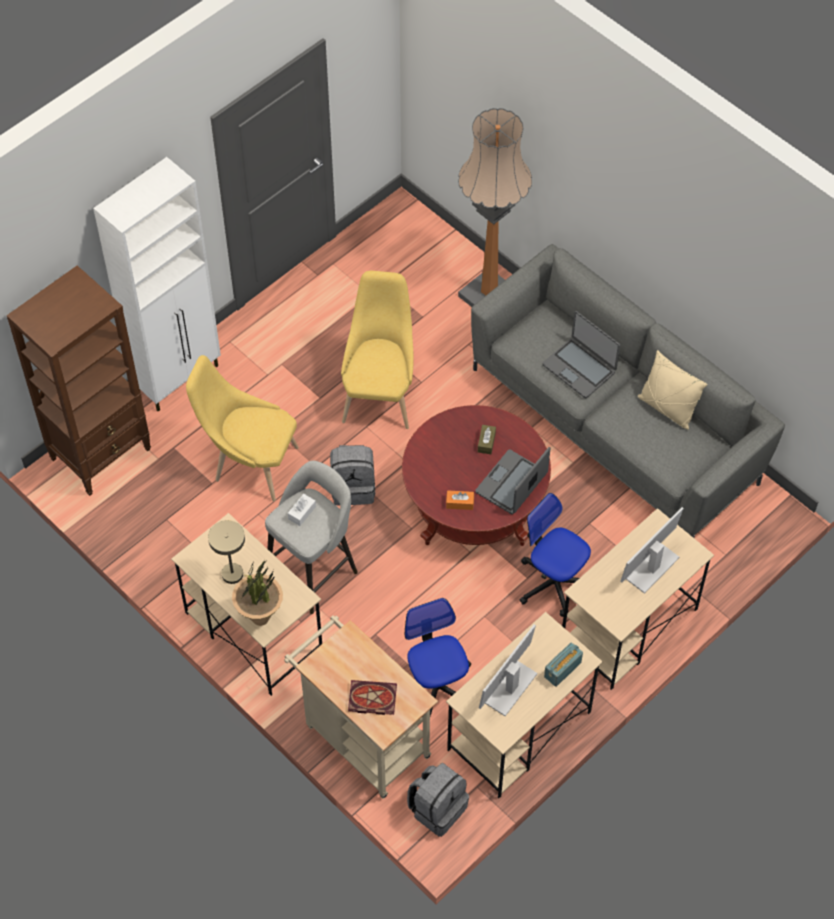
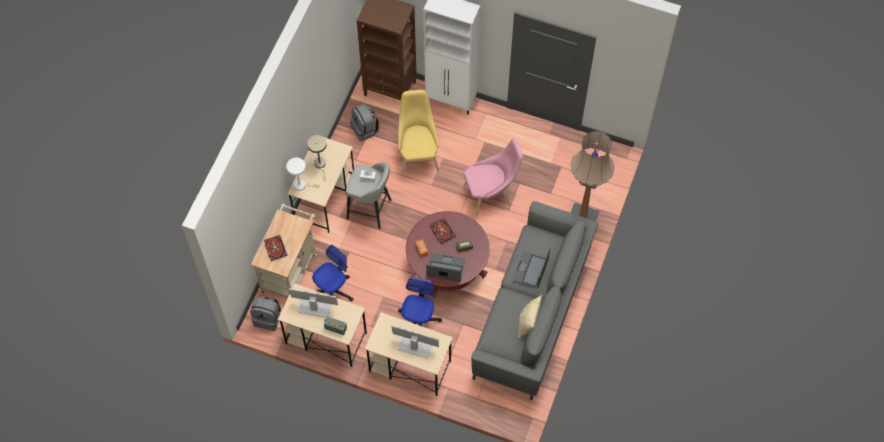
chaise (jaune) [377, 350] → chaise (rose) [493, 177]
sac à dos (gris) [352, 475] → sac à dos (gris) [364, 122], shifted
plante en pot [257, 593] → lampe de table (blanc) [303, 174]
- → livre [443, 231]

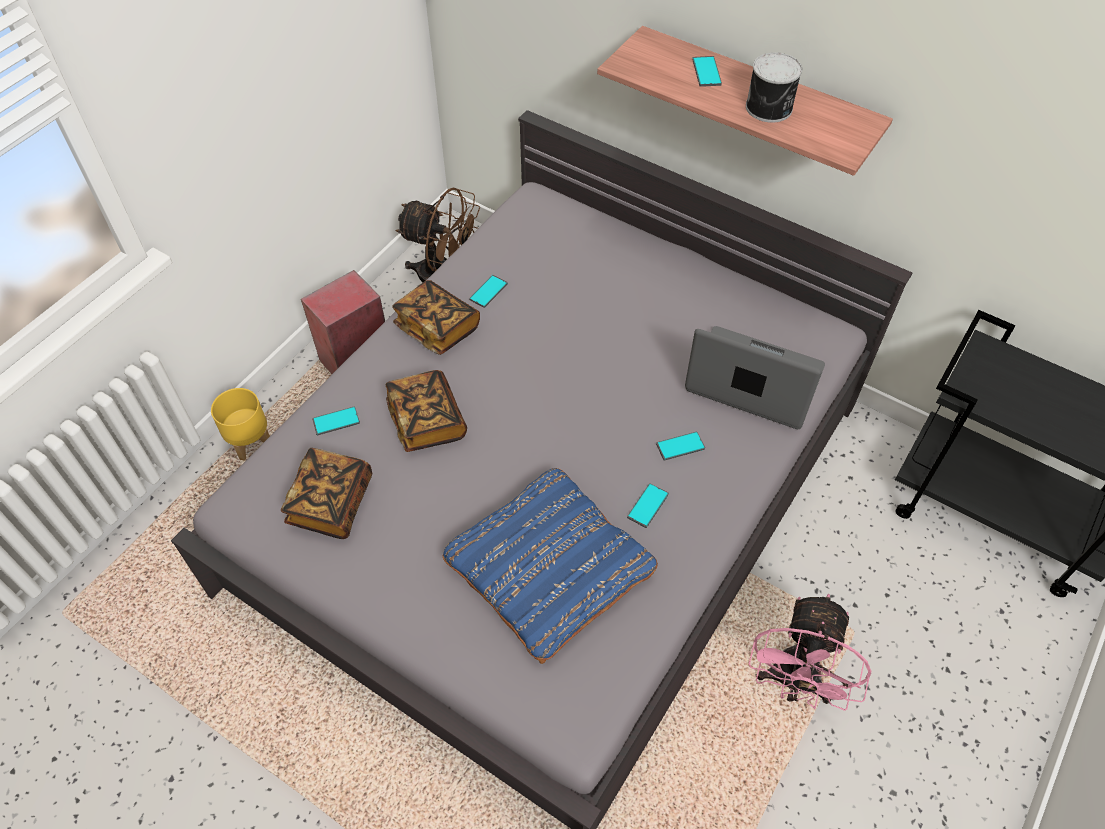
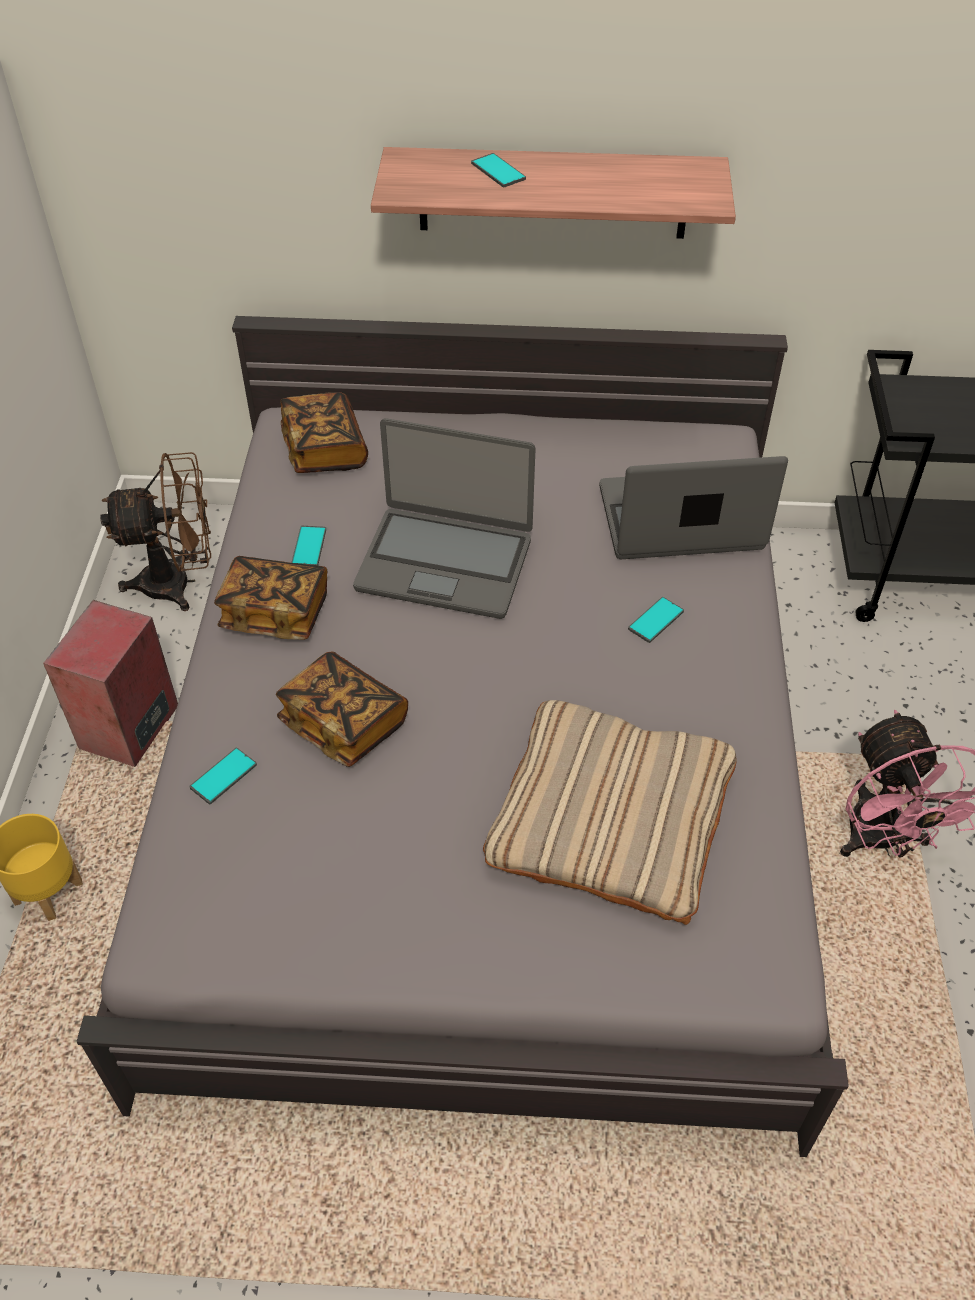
boîte métallique [774, 87] → -
livre [326, 493] → livre [324, 432], shifted
coussin (bleu) [550, 566] → coussin (beige) [610, 812]
téléphone [648, 505] → -
- → ordinateur portable [444, 518]

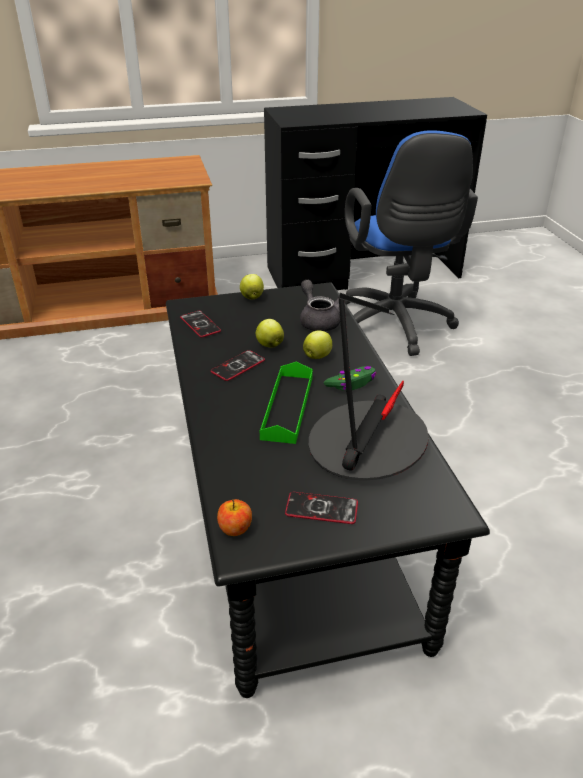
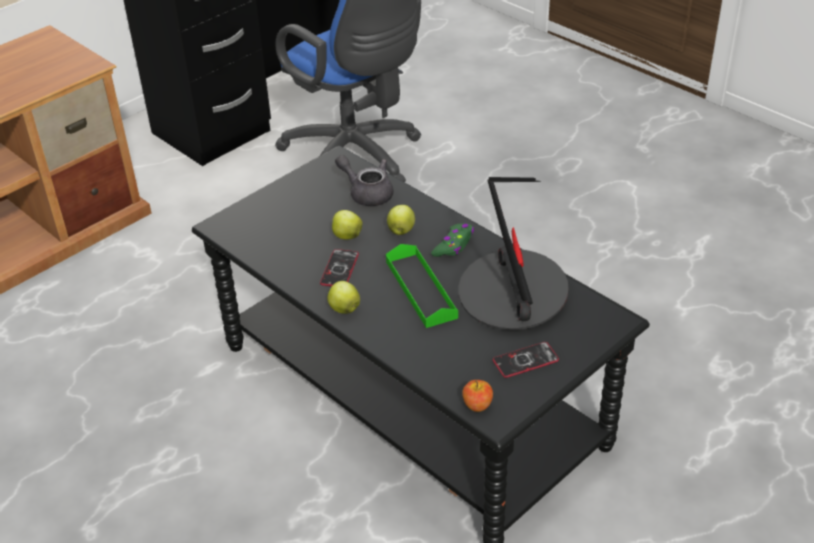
pomme [252, 287] → pomme [343, 297], shifted
téléphone [200, 324] → -

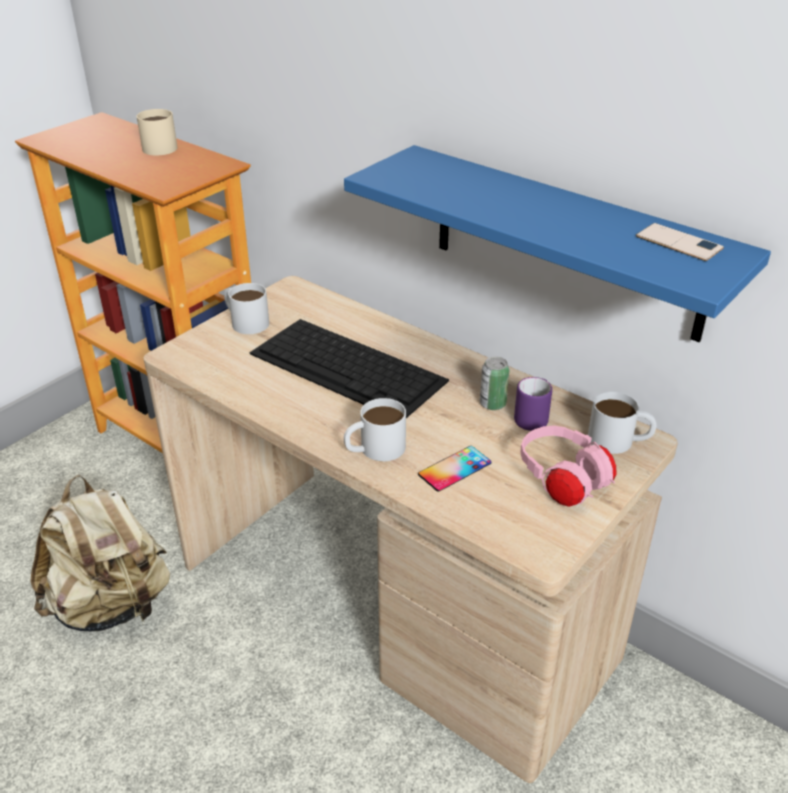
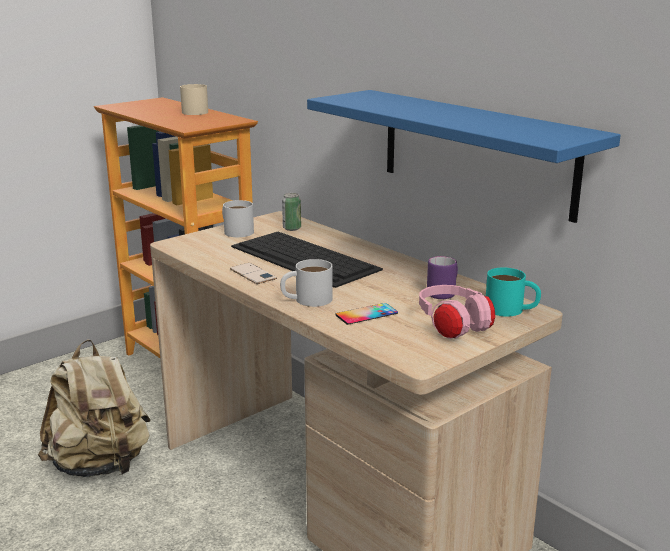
téléphone [680, 242] → téléphone [253, 273], shifted
boîte métallique [494, 383] → boîte métallique [291, 212], shifted
mug (blanc) [622, 422] → mug (turquoise) [513, 292]

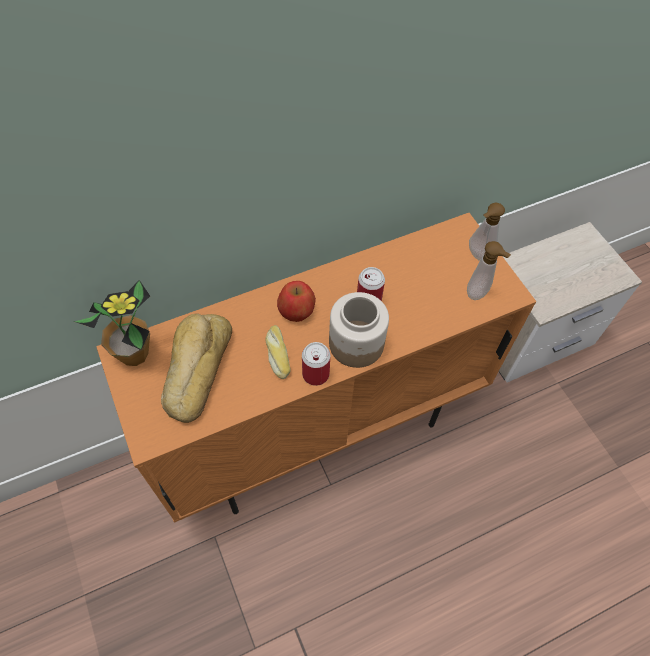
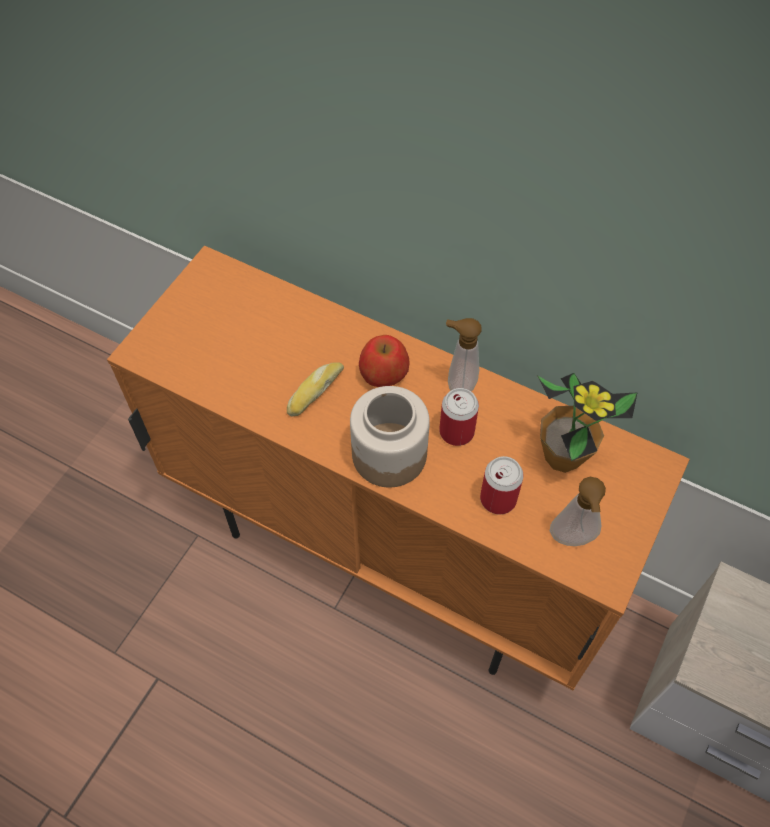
distributeur de savon [487, 232] → distributeur de savon [463, 355], shifted
plante en pot [112, 323] → plante en pot [587, 423], shifted
pain [196, 368] → -
boîte métallique [316, 364] → boîte métallique [502, 485], shifted

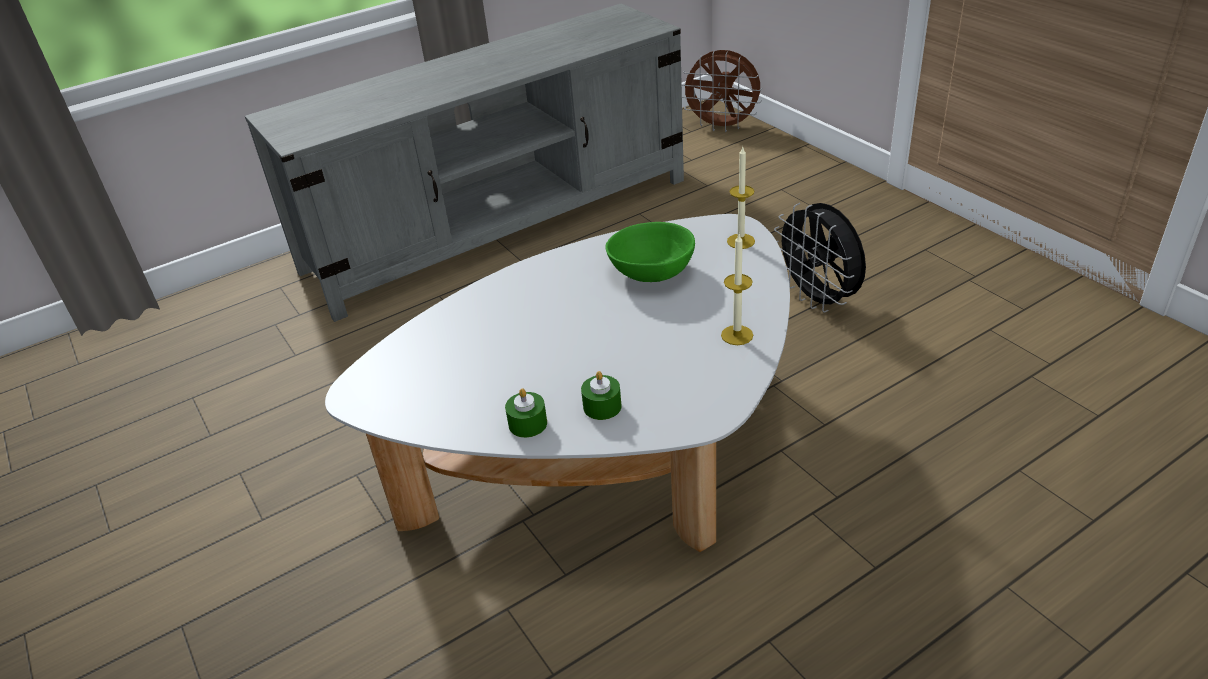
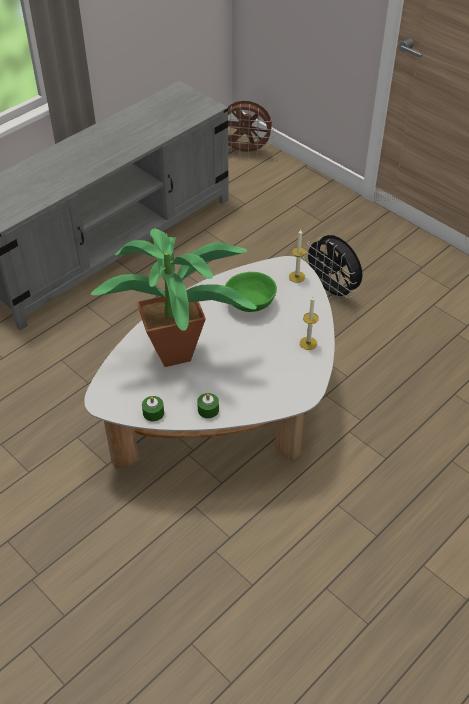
bougie (vert) [601, 395] → bougie (vert) [153, 409], shifted
- → plante en pot [174, 298]

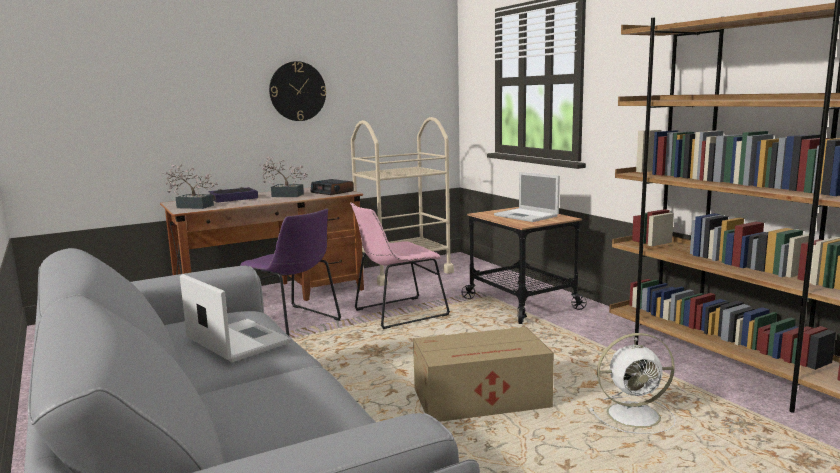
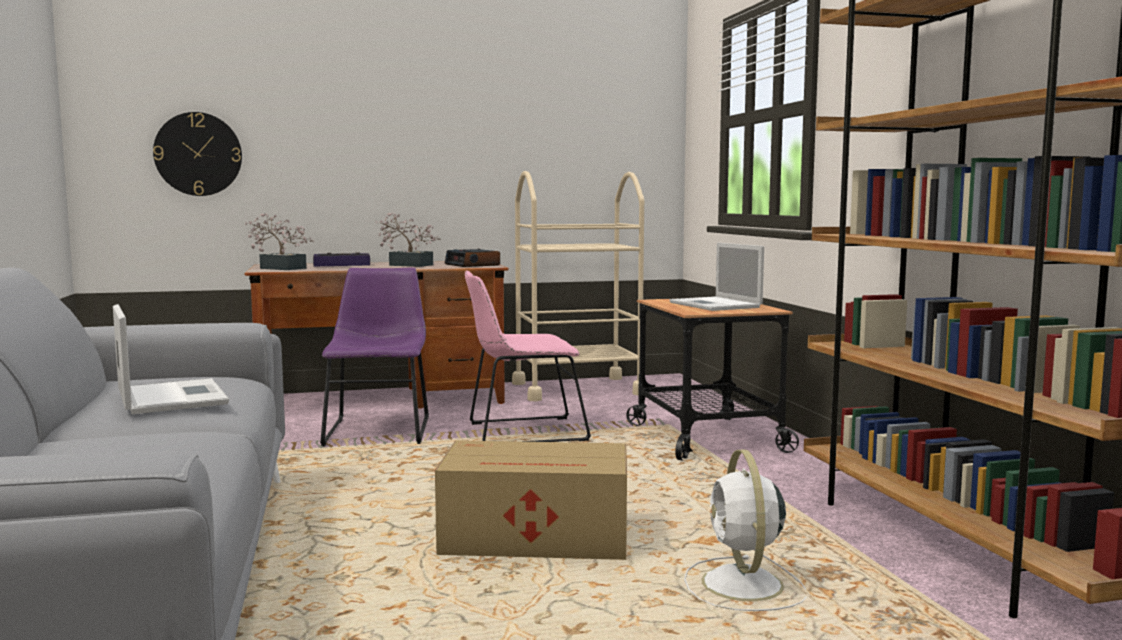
horloge murale [297, 91] → horloge murale [197, 154], shifted
chaise (violet) [290, 272] → chaise (violet) [374, 357], 150 degrees counterclockwise
ventilateur (blanc) [632, 383] → ventilateur (blanc) [745, 530], 75 degrees clockwise

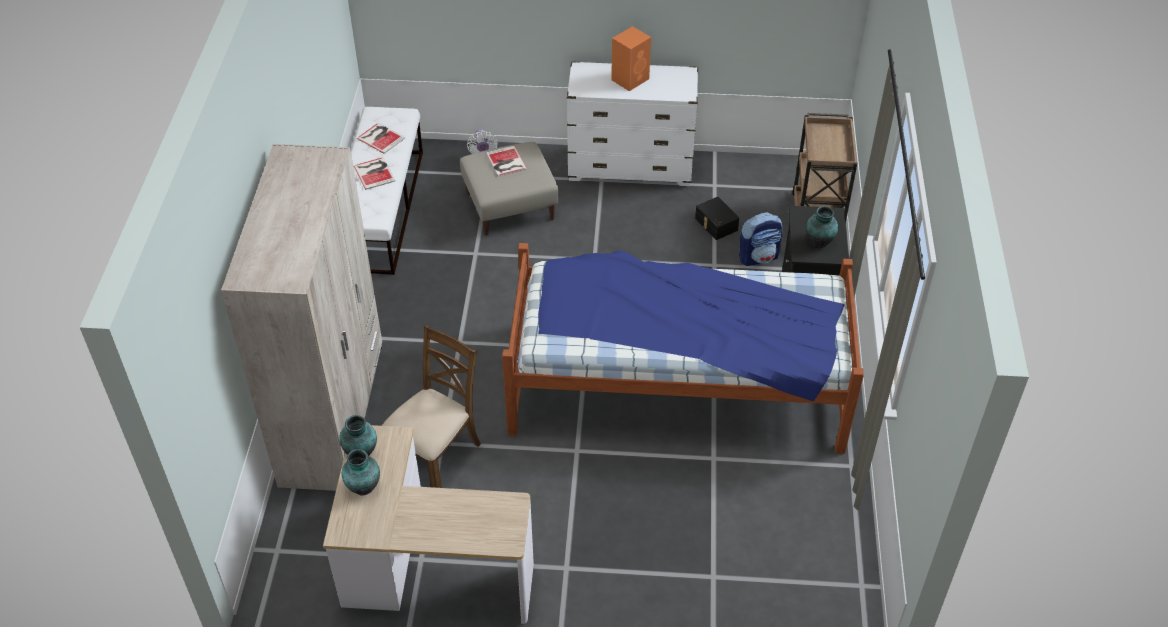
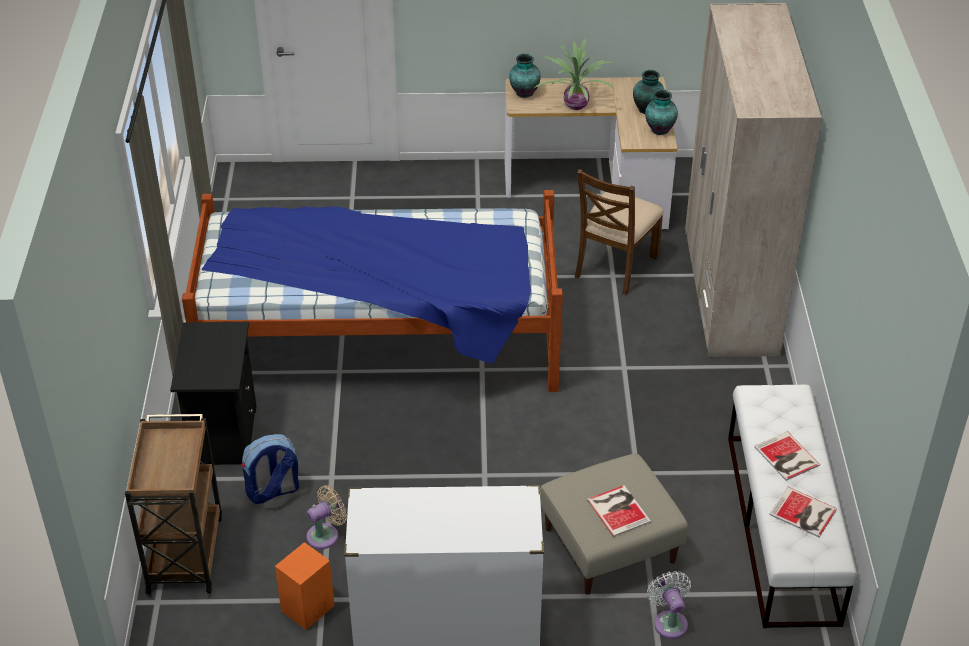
enceinte (orange) [631, 58] → enceinte (orange) [305, 586], shifted
boîte de rangement (noir) [717, 218] → ventilateur (beige) [326, 517]
vase [822, 227] → vase [525, 76], shifted
- → plante en pot [573, 74]

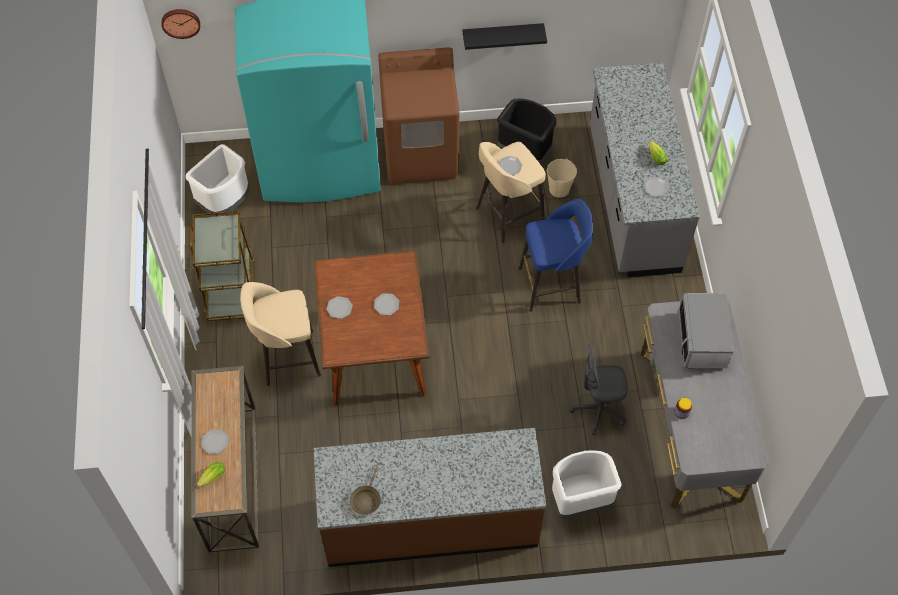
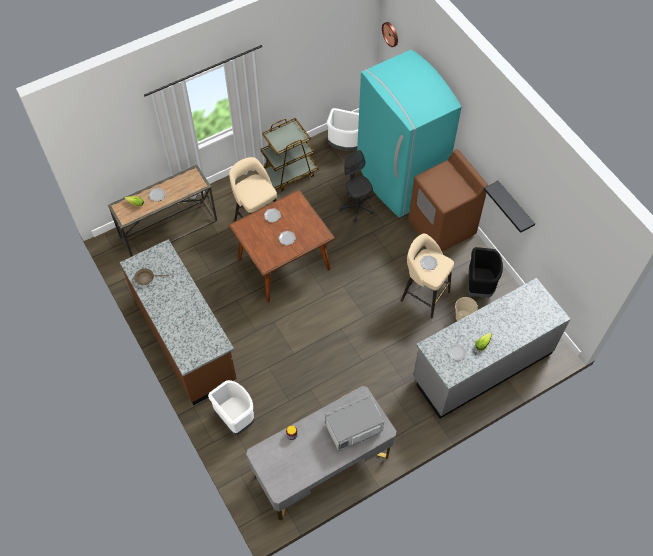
tabouret (bleu) [556, 255] → -
chaise de bureau (gris) [598, 390] → chaise de bureau (gris) [356, 186], shifted

